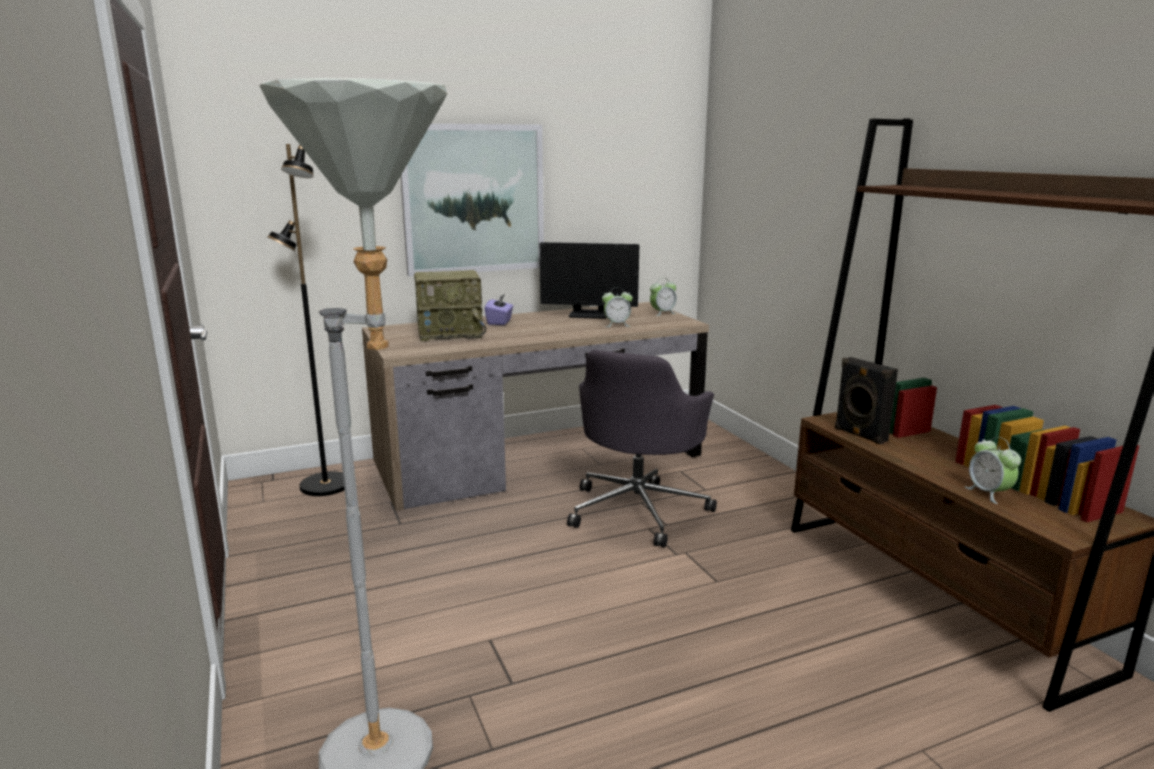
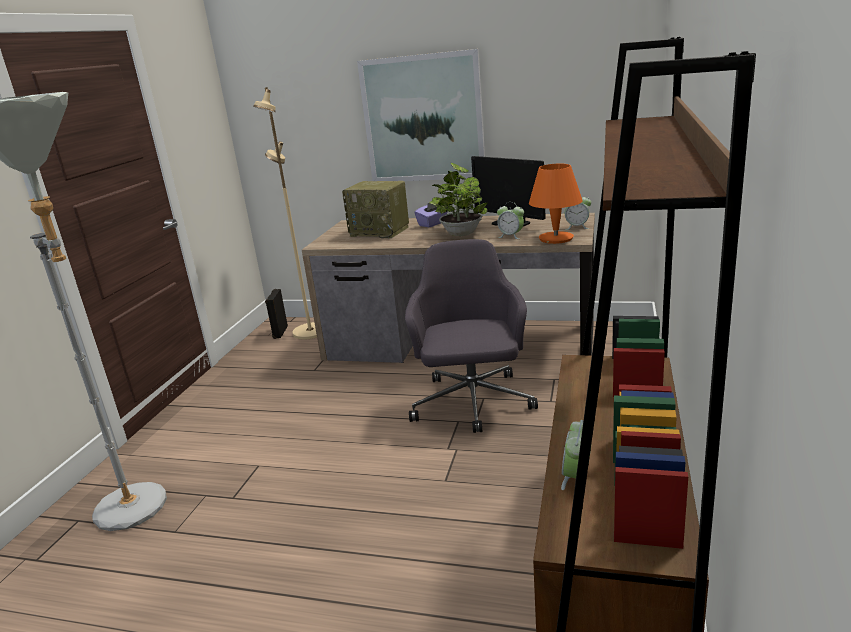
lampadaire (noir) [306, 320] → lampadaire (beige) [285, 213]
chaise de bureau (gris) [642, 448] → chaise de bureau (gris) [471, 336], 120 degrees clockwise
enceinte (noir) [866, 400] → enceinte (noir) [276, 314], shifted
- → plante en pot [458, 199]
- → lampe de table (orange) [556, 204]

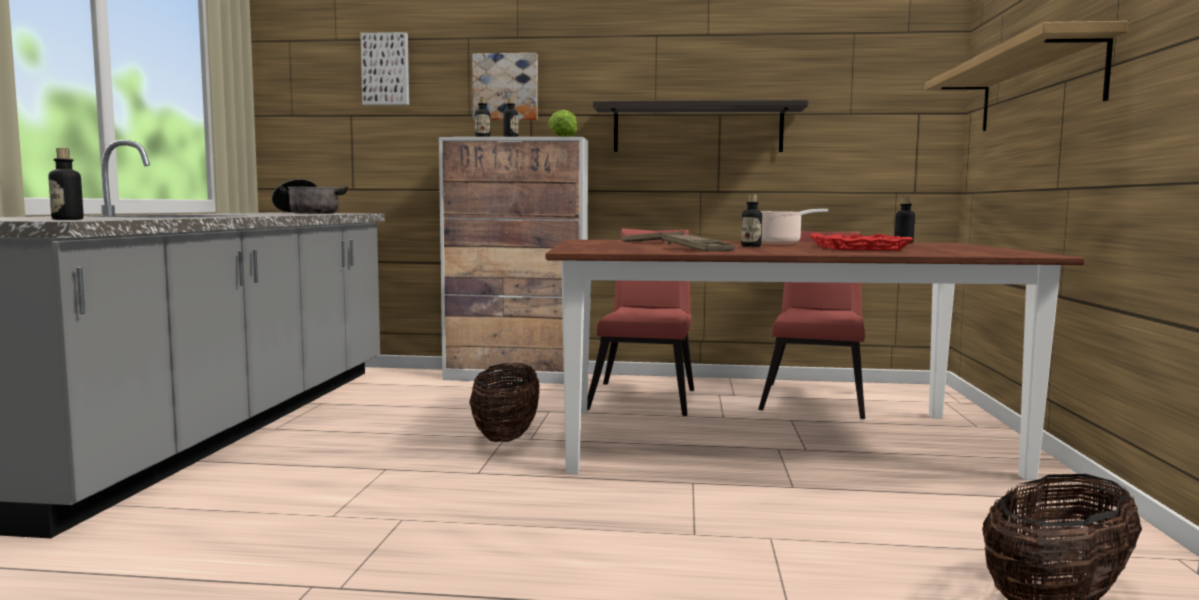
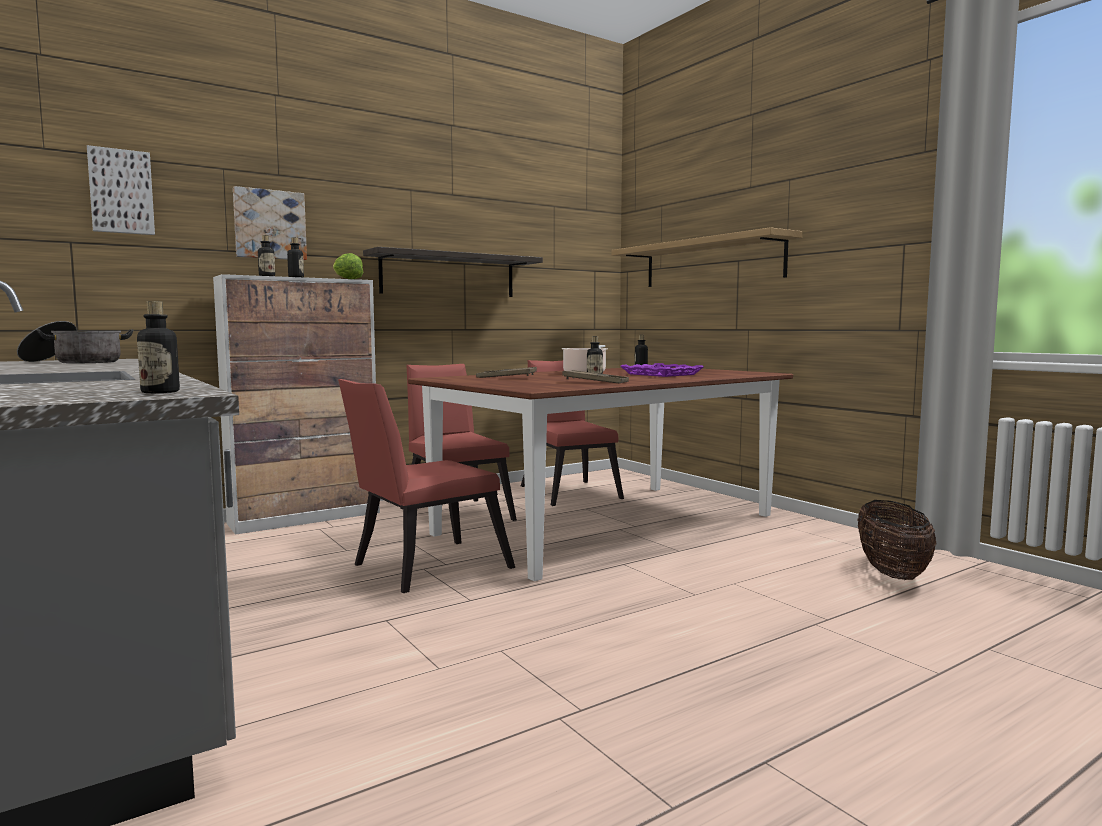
plateau (rouge) [861, 242] → plateau (violet) [662, 370]
panier [504, 403] → chaise (rouge) [426, 486]

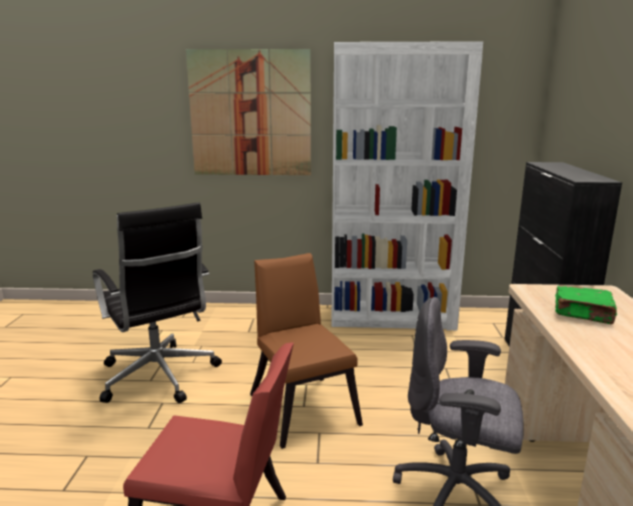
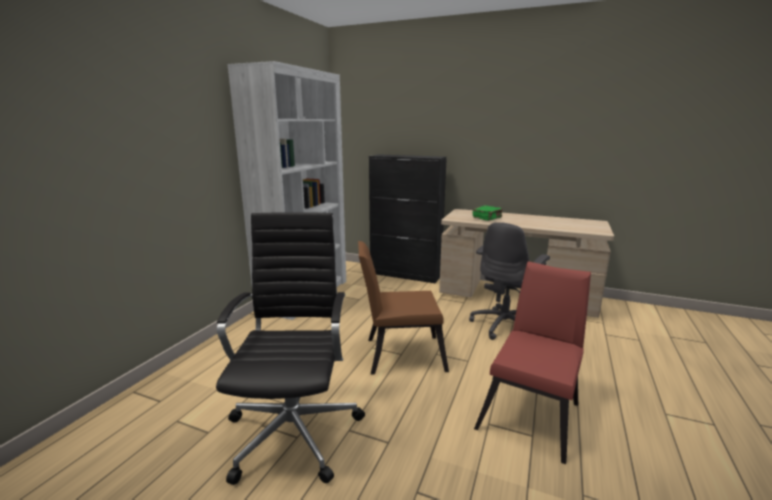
tableau [248, 112] → -
chaise de bureau (noir) [157, 302] → chaise de bureau (noir) [290, 348], 75 degrees counterclockwise

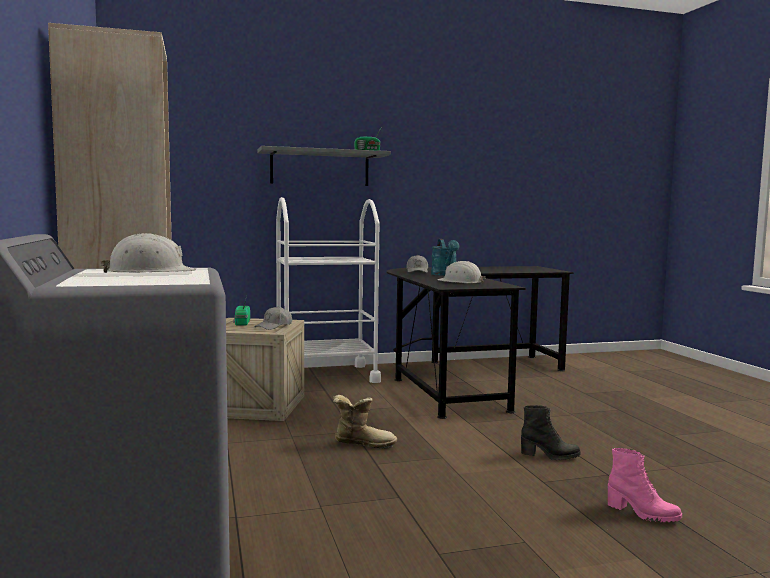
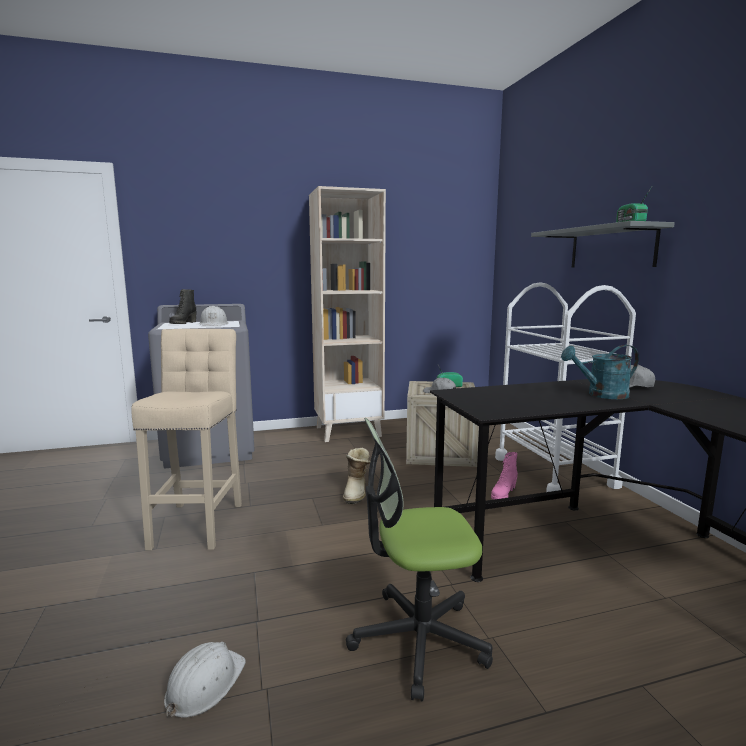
casque de chantier (blanc) [462, 272] → casque de chantier (blanc) [205, 680], shifted
botte (noir) [551, 432] → botte (noir) [182, 306], shifted
botte (rose) [645, 485] → botte (rose) [504, 476], shifted
- → tabouret (beige) [186, 439]
- → chaise de bureau [419, 560]

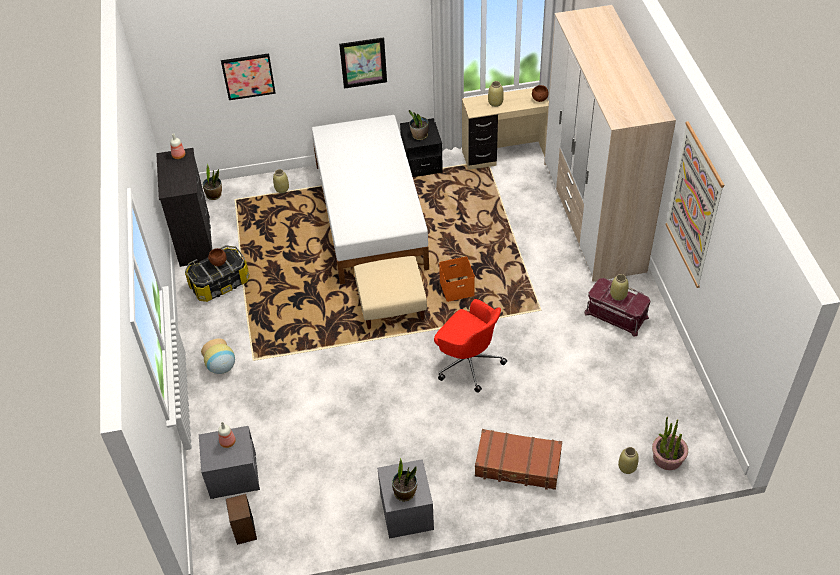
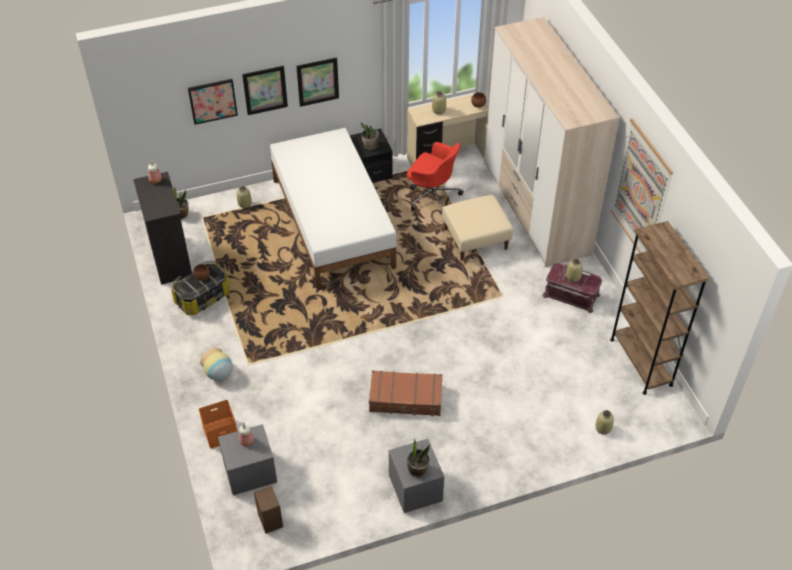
pouf (beige) [390, 292] → pouf (beige) [477, 228], shifted
boîte de rangement (orange) [457, 279] → boîte de rangement (orange) [218, 424], shifted
chaise de bureau (rouge) [470, 346] → chaise de bureau (rouge) [435, 178], shifted
plante en pot [670, 443] → -
valise (marron) [518, 459] → valise (marron) [406, 393], shifted
- → tableau [265, 90]
- → bibliothèque (marron) [660, 308]

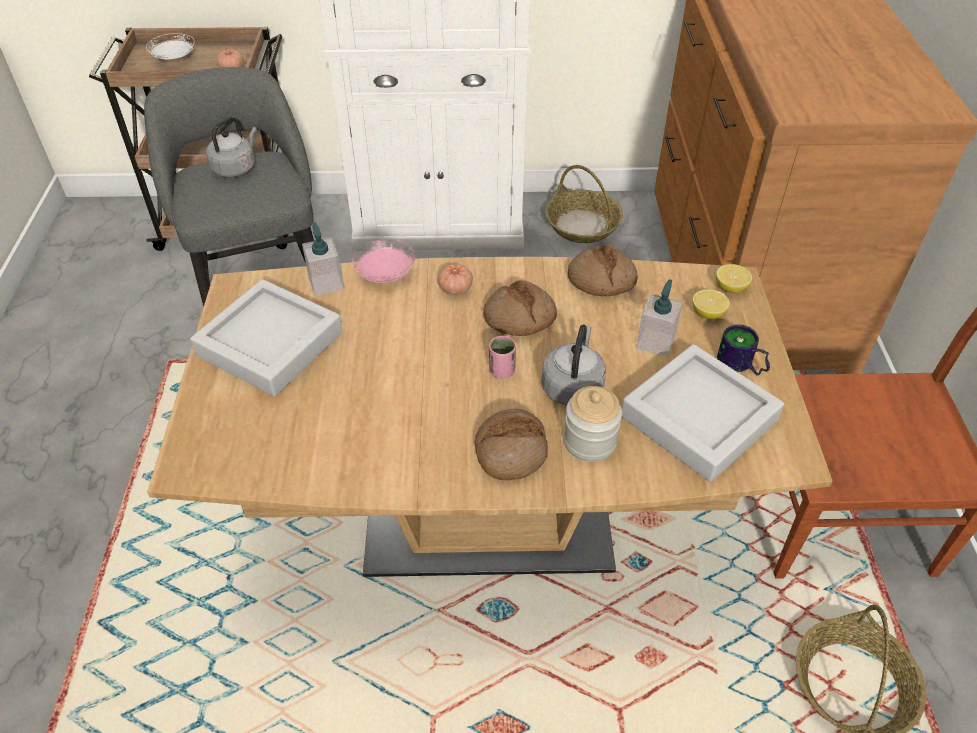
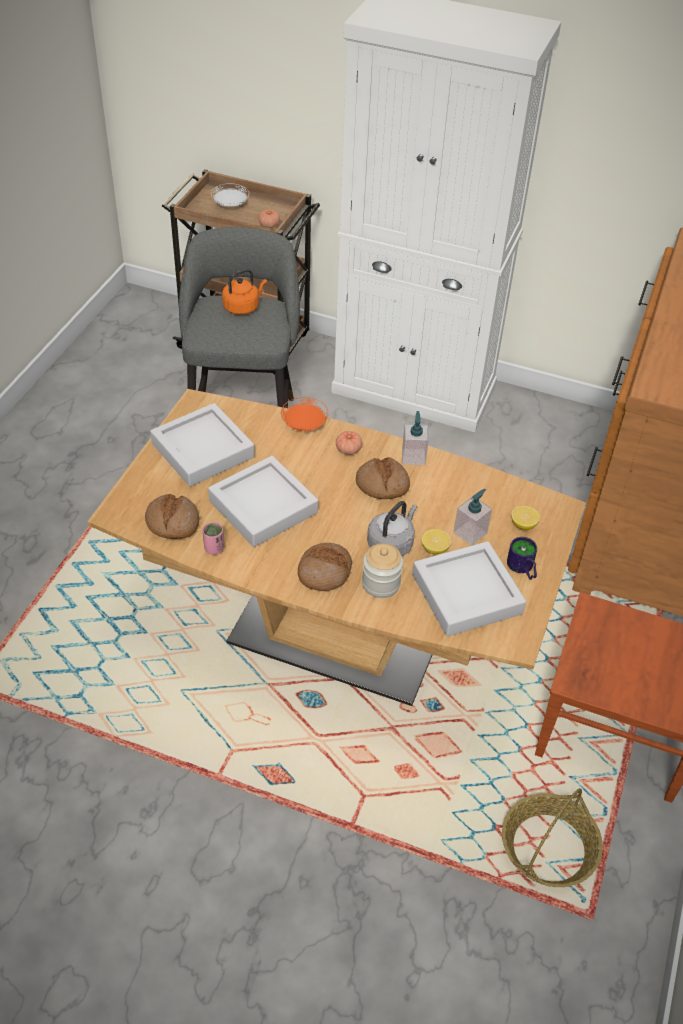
bouilloire (gris) [231, 147] → bouilloire (orange) [244, 292]
panier [584, 204] → -
distributeur de savon [323, 259] → distributeur de savon [415, 438], shifted
assiette (rose) [383, 261] → assiette (orange) [304, 414]
pain [603, 270] → pain [172, 516], shifted
citron [734, 278] → citron [436, 541], shifted
tasse (rose) [502, 357] → tasse (rose) [213, 538], shifted
- → plateau (gris) [263, 501]

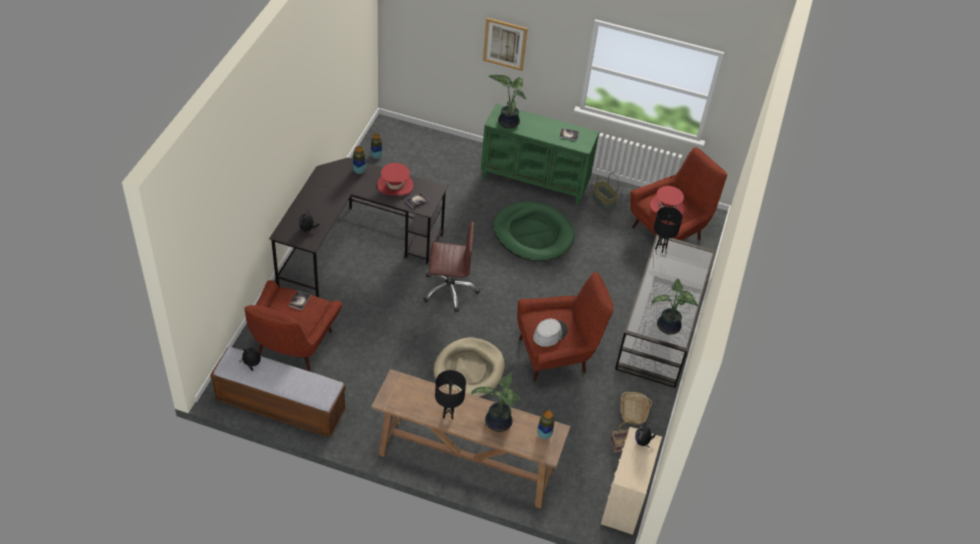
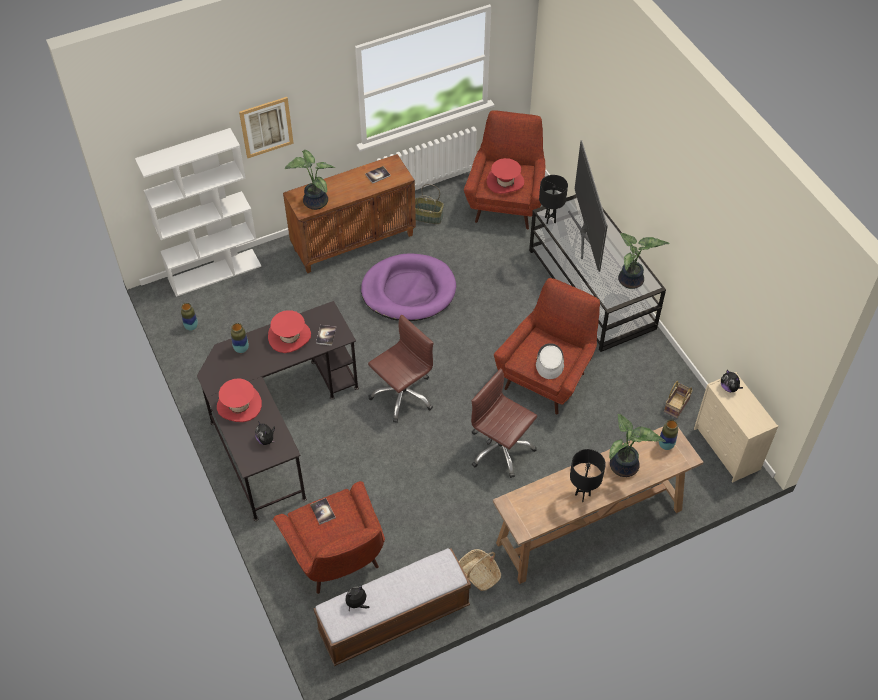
meuble de rangement (vert) [540, 154] → meuble de rangement (marron) [349, 213]
panier pour chien (vert) [534, 231] → panier pour chien (violet) [408, 287]
panier pour chien (beige) [468, 367] → chaise de bureau (marron) [504, 423]
panier [636, 408] → panier [480, 570], shifted
- → bibliothèque (blanc) [198, 212]
- → téléviseur [588, 206]
- → chapeau (rouge) [239, 400]

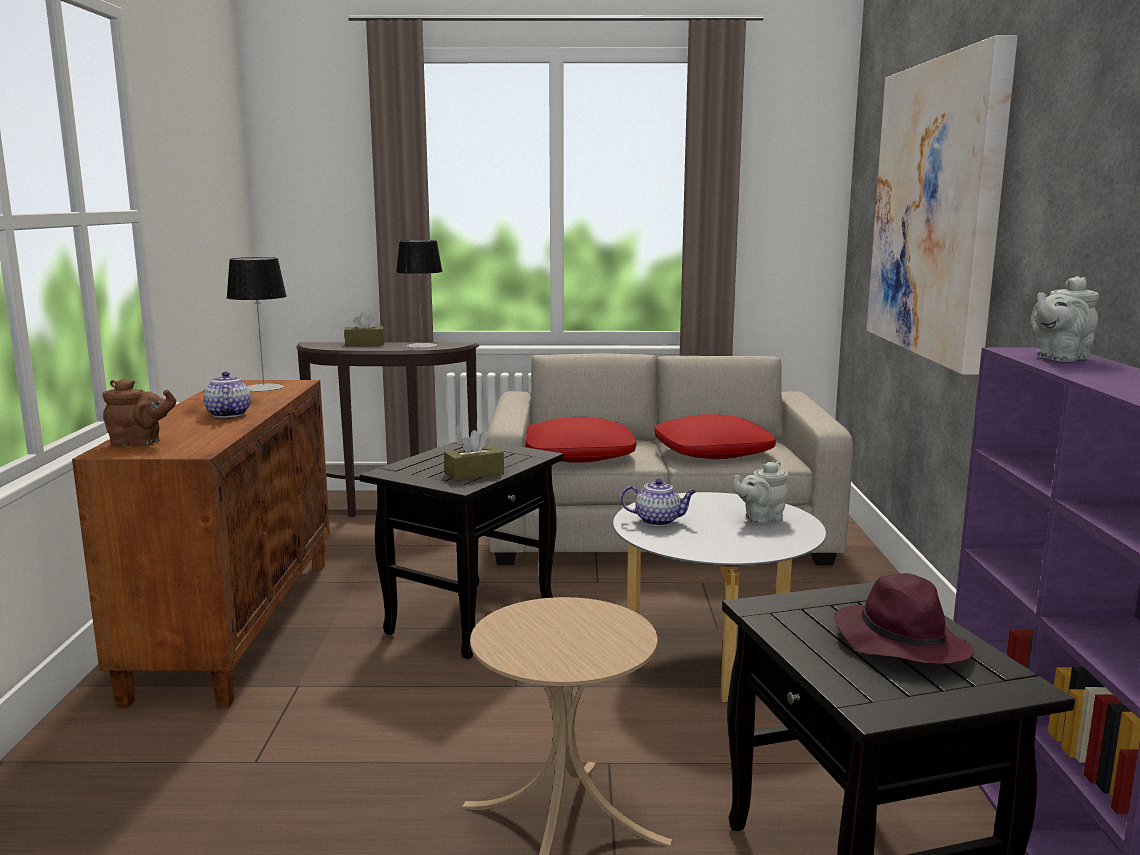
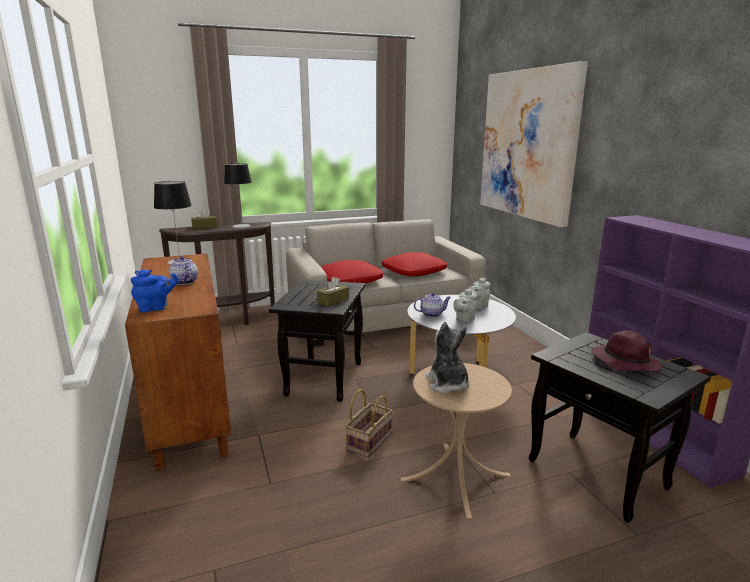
théière (gris) [1065, 319] → théière (gris) [465, 305], shifted
théière (marron) [139, 412] → théière (bleu) [155, 291]
- → peluche [448, 358]
- → panier [369, 423]

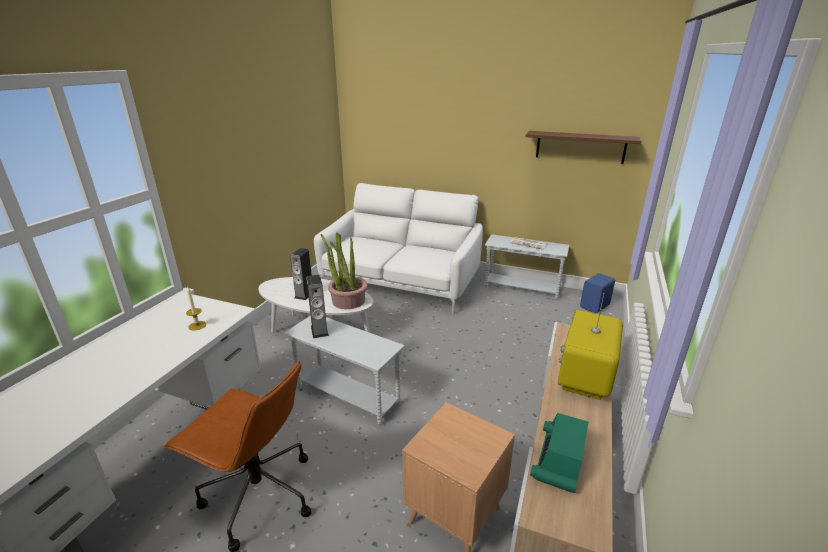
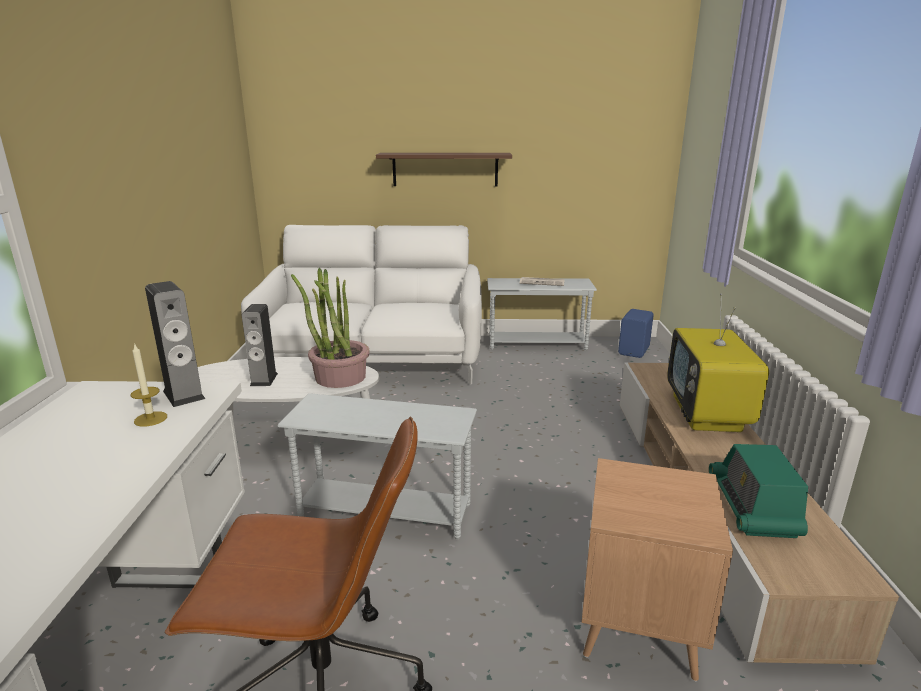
étagère (marron) [584, 147] → étagère (marron) [444, 170], shifted
enceinte [317, 306] → enceinte [175, 344], shifted

